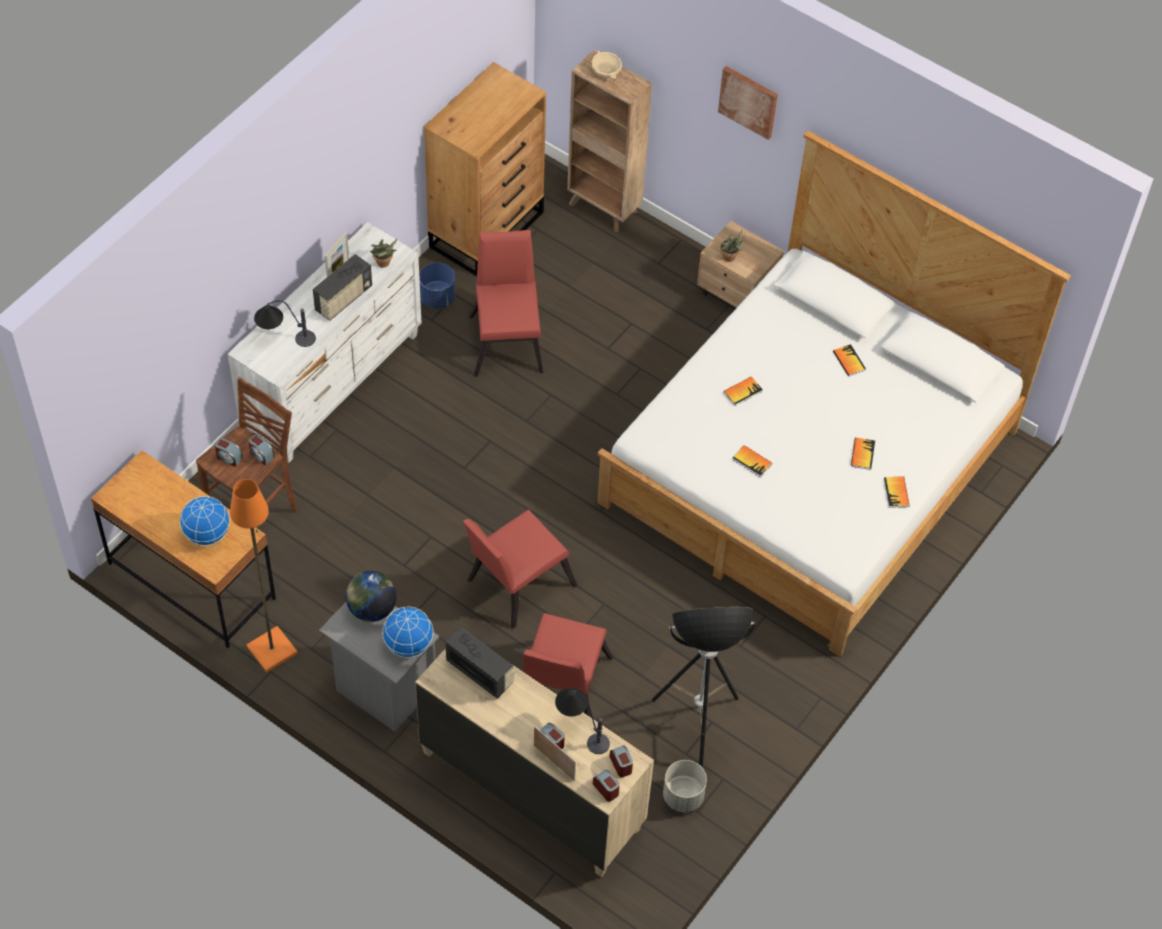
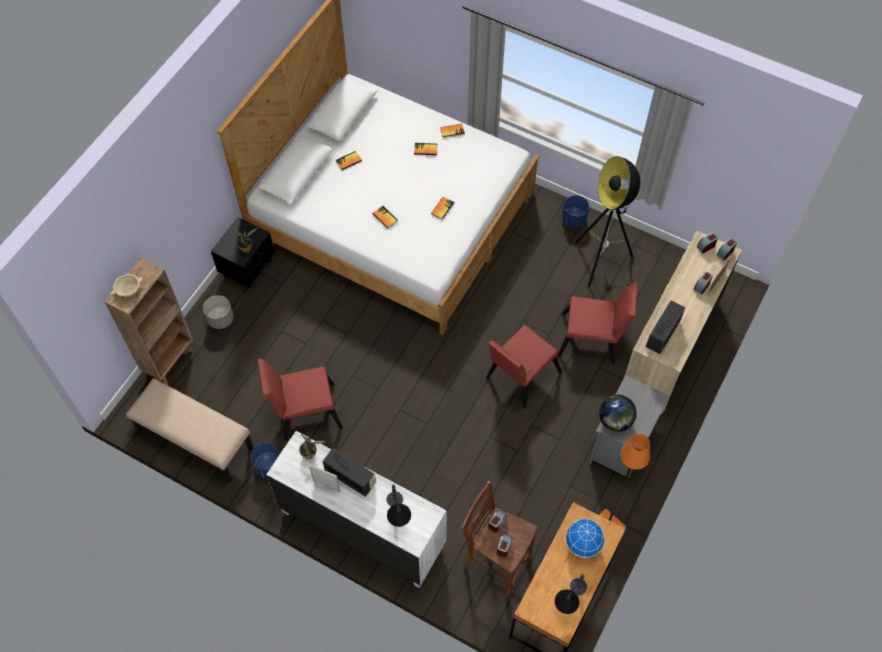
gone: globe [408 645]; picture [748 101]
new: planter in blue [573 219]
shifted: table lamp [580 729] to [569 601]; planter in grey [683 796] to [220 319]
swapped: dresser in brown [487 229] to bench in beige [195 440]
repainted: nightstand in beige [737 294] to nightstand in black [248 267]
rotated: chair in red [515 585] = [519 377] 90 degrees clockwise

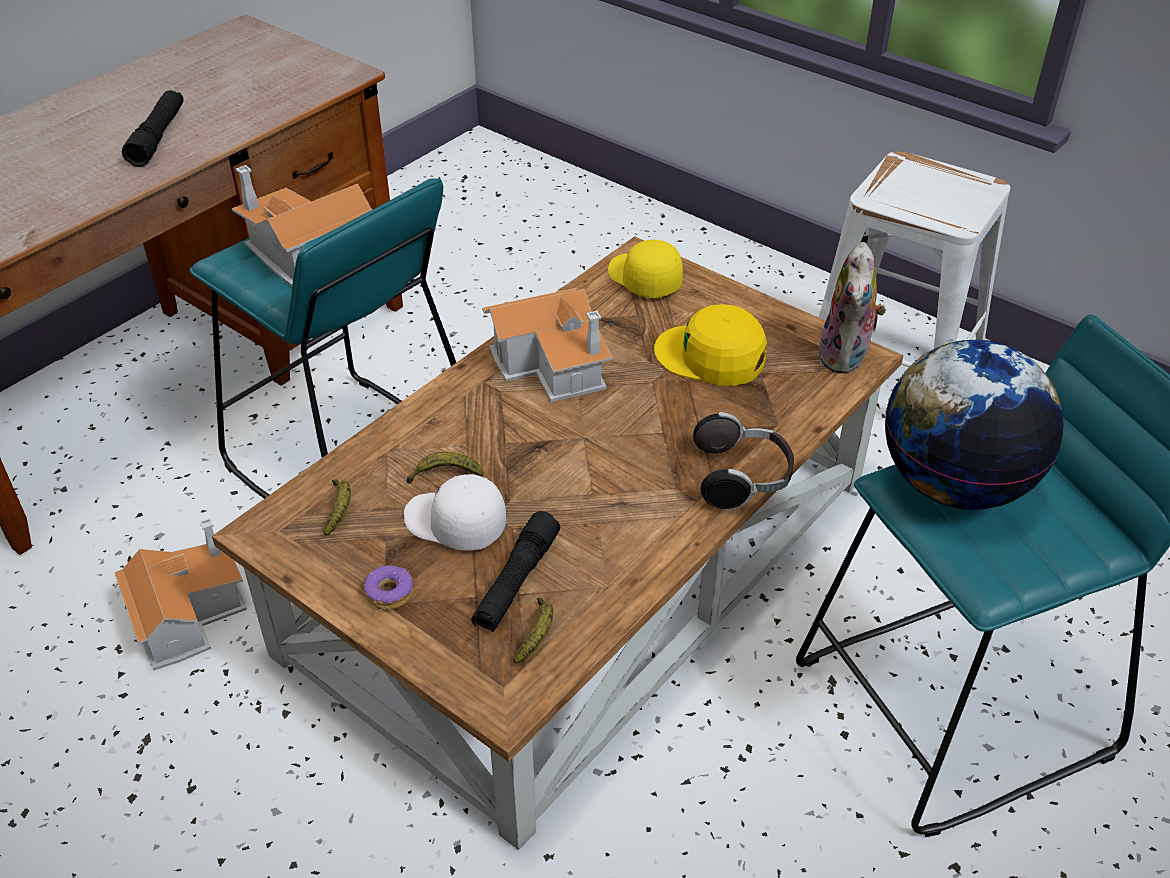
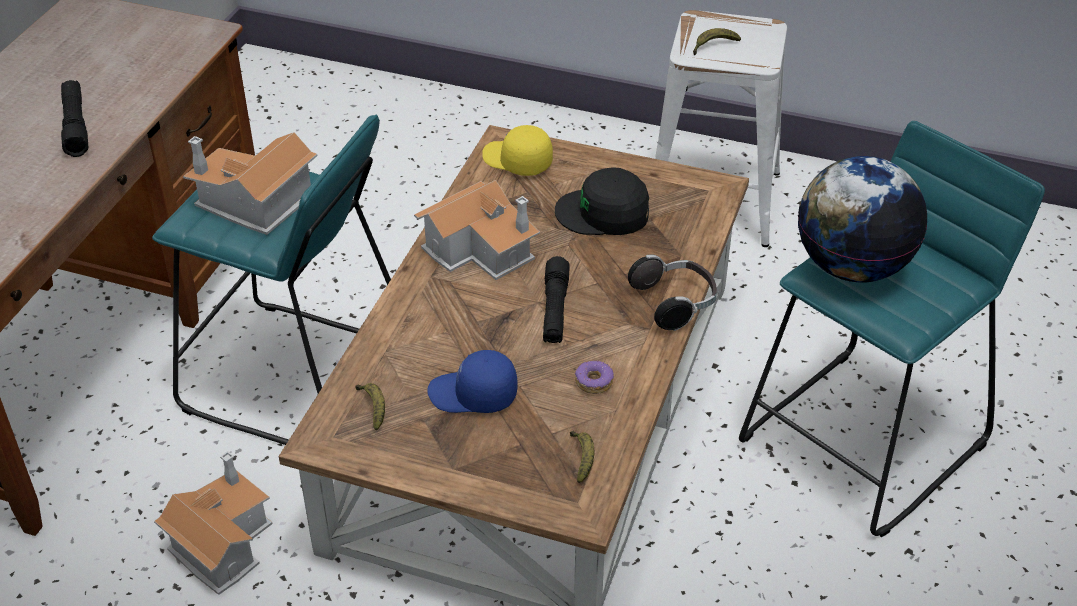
gone: plush toy [846 357]
shifted: donut [389 593] to [593 382]; banana [445 475] to [713 46]; flashlight in black [516 582] to [555 309]
repainted: cap in white [454 525] to cap in blue [473 395]; cap in yellow [711 356] to cap in black [604 213]

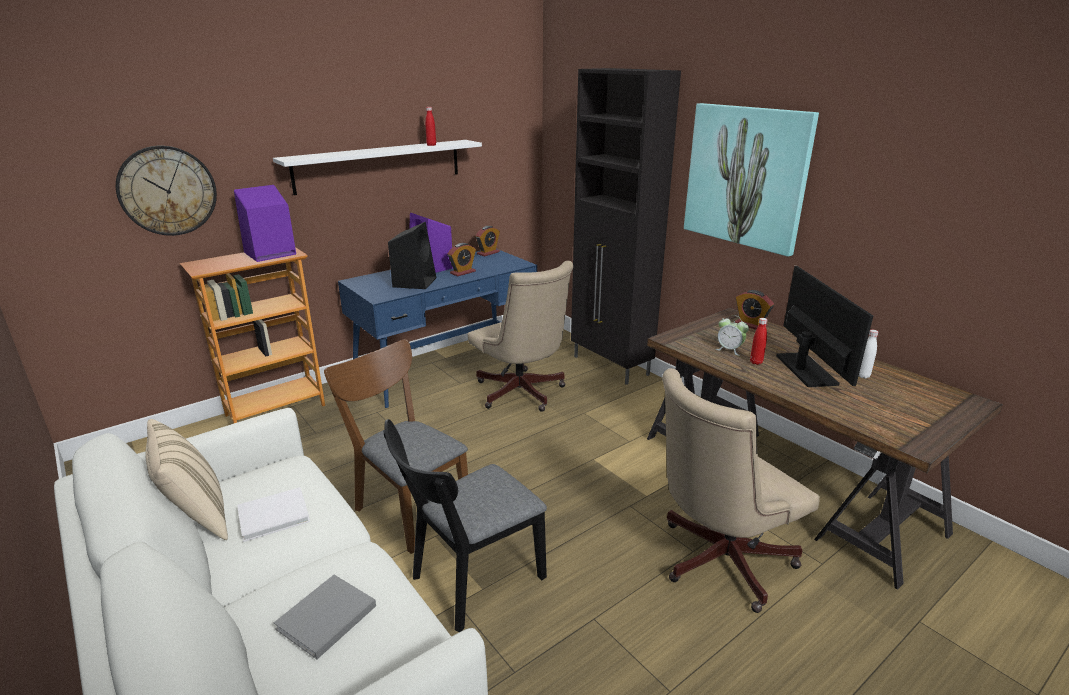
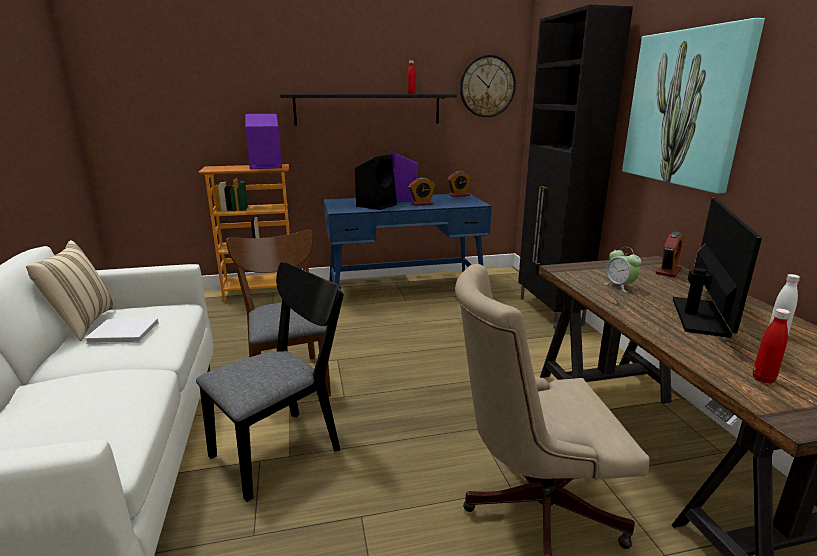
gone: book in grey [324 619]; office chair in beige [522 394]
shifted: wall clock [167 191] to [487 86]; bottle in red [756 362] to [763 379]
repainted: shelf in white [379 166] to shelf in black [368 109]
rotated: chair in black [470 582] = [284 447] 150 degrees clockwise; alarm clock [750 325] = [668 271] 120 degrees counterclockwise

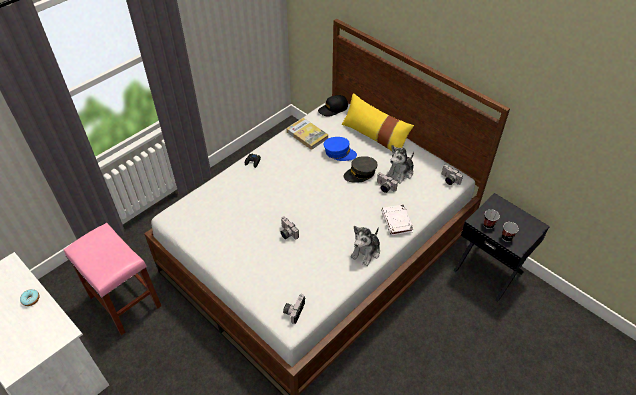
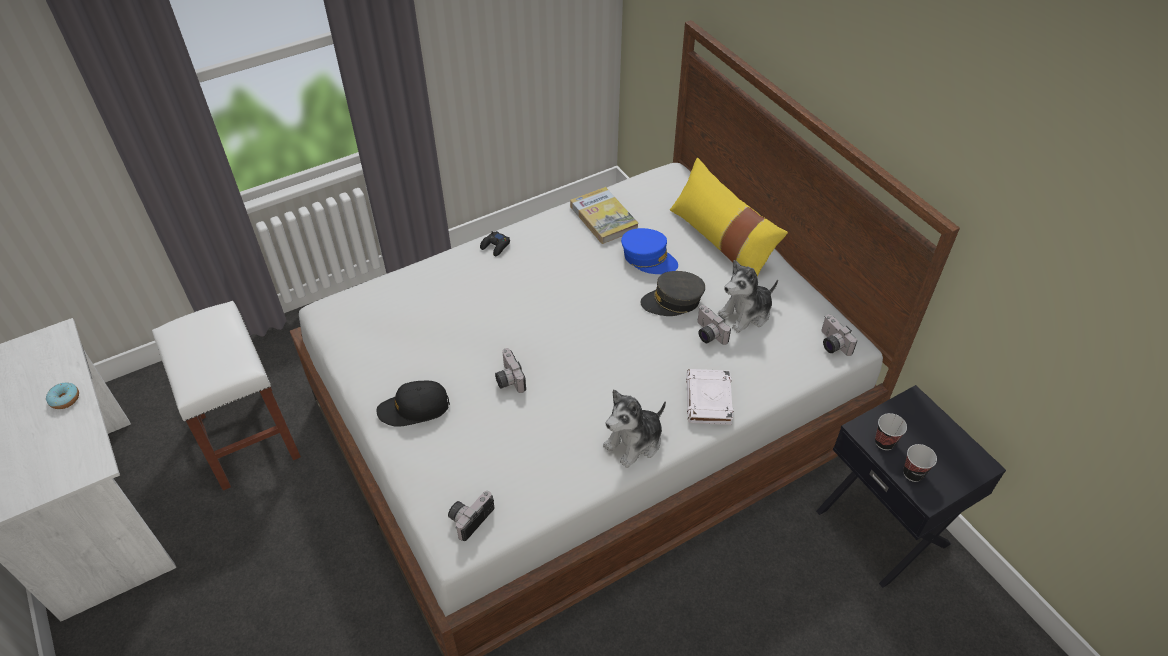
shifted: cap in black [333 109] to [414 408]
repainted: stool in pink [126 301] to stool in white [249 437]

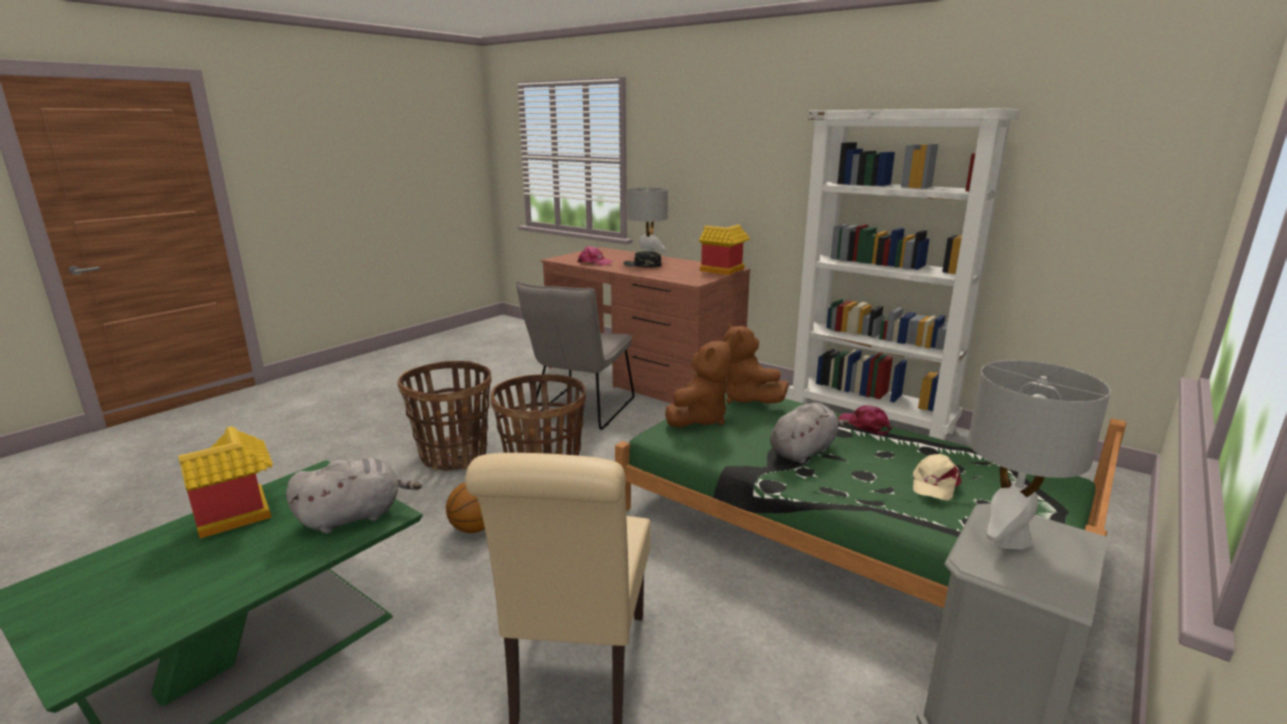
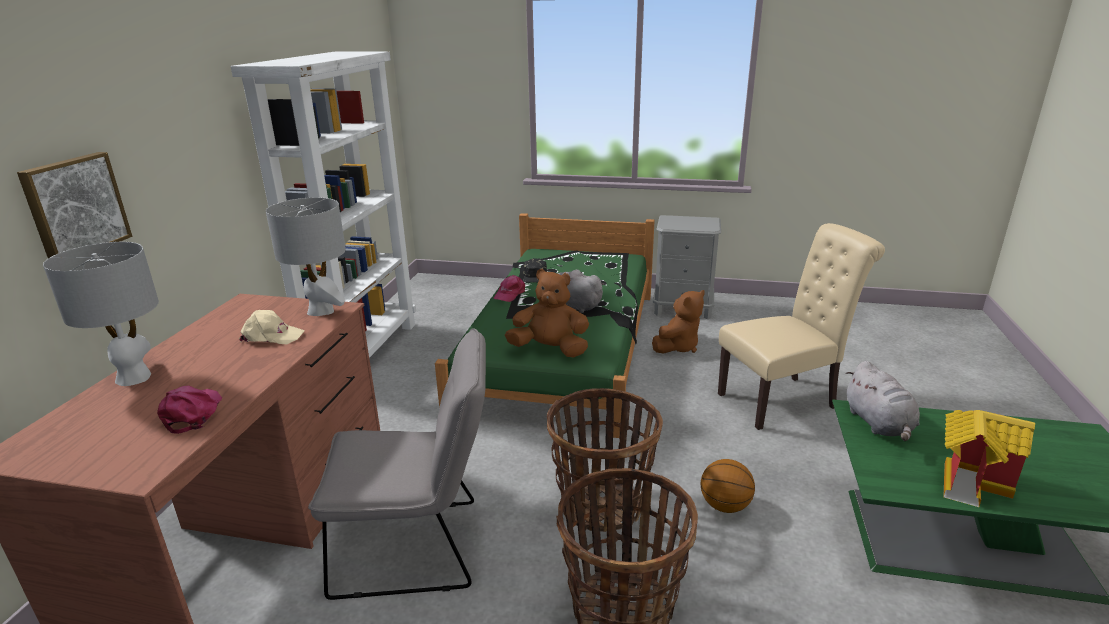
gone: toy house [722 271]
new: picture [75 207]
shifted: cap in black [642 265] to [535 276]; plush toy in brown [748 399] to [677 347]; cap in beige [934 484] to [272 336]; table lamp in grey [1007 538] to [321 311]
rotated: plush toy in grey [355 516] = [879 424] 135 degrees counterclockwise

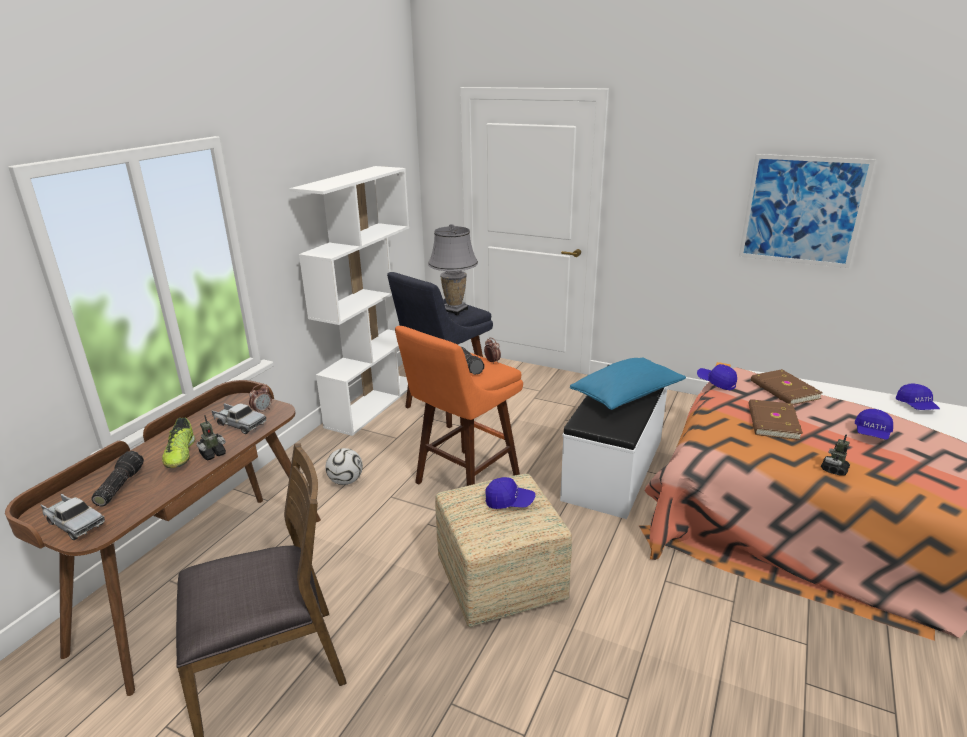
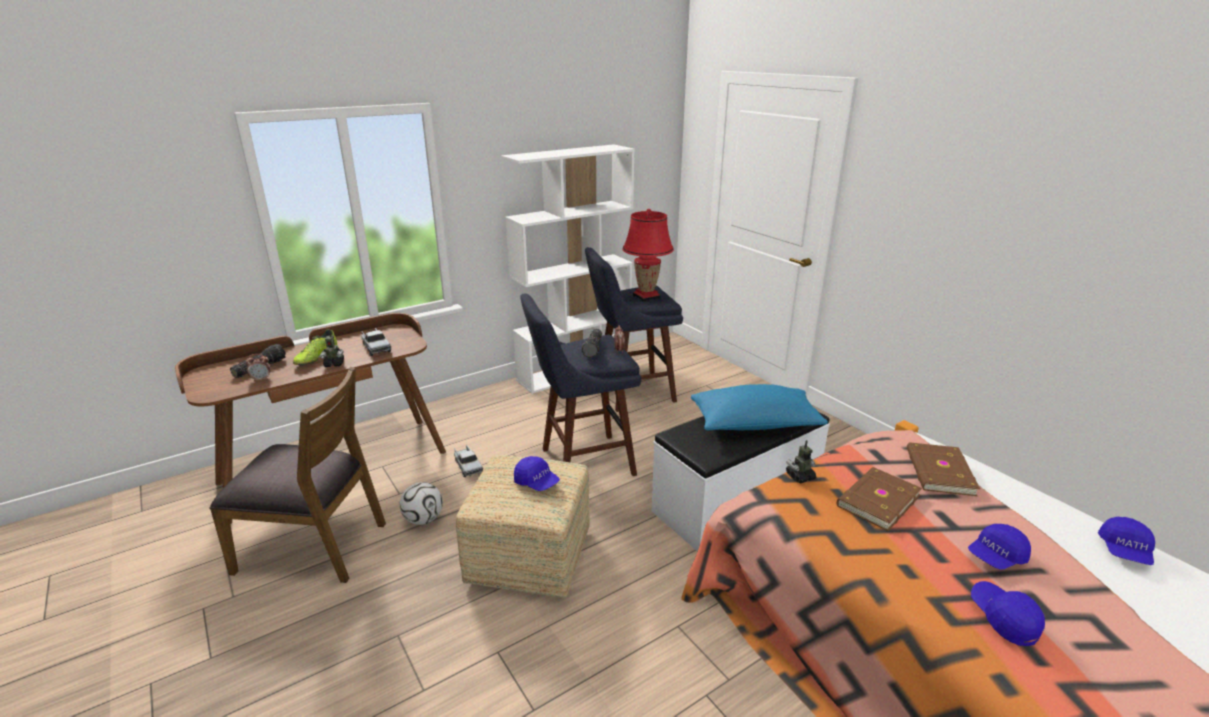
gone: picture [802 210]
shifted: toy truck [74 523] to [467 466]; alarm clock [262 411] to [261 379]; football [346 481] to [423 519]; cap in blue [716 382] to [1003 618]; toy robot [834 469] to [800 477]
repainted: stool in orange [463 482] to stool in blue [581 463]; table lamp in grey [454 310] to table lamp in red [646 297]

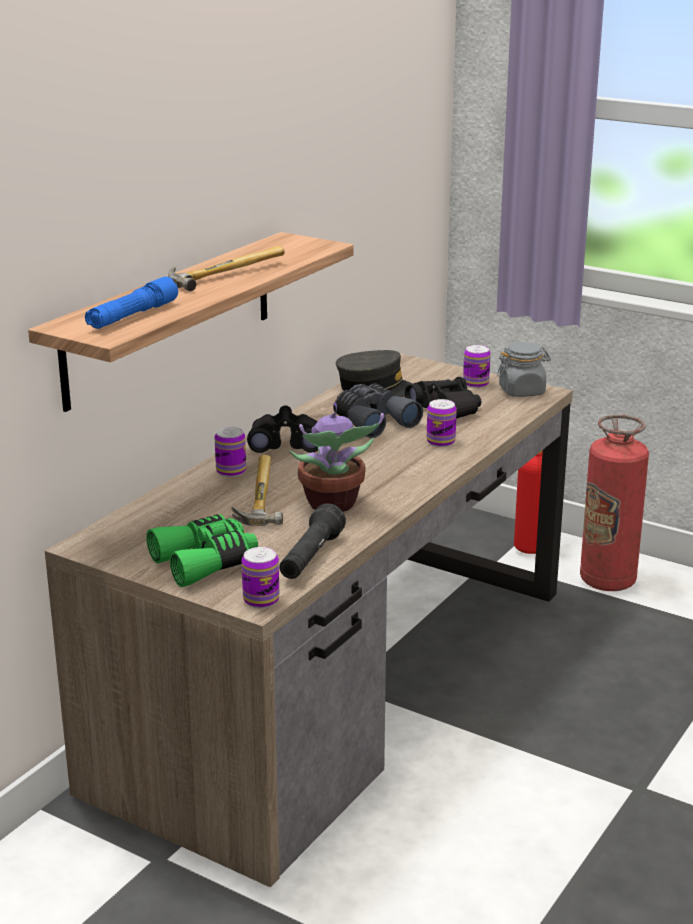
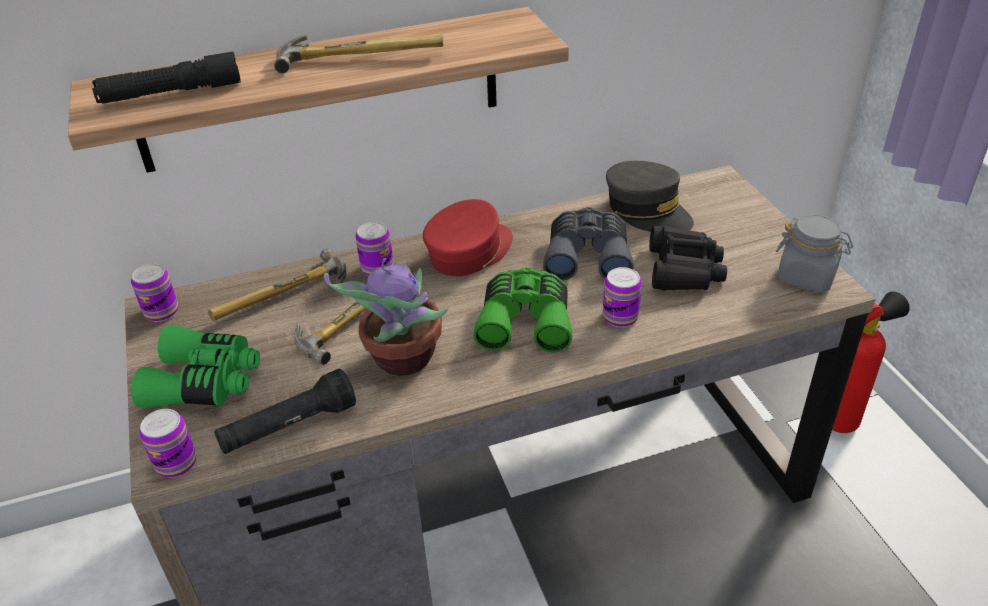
gone: fire extinguisher [607 581]
new: hammer [285 298]; binoculars in green [525 320]
shifted: can [476 383] to [161 312]
swapped: binoculars in black [285 443] to cap in red [469 252]
repainted: flashlight in blue [132 316] to flashlight in black [171 93]

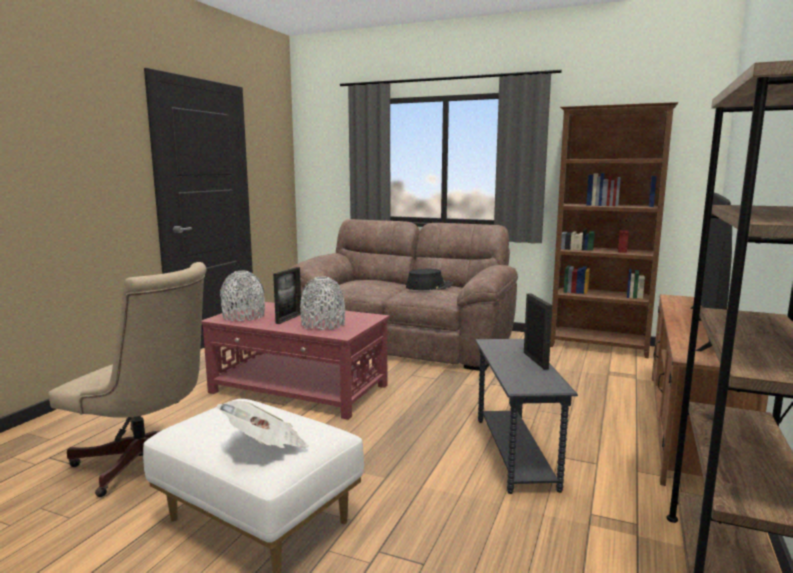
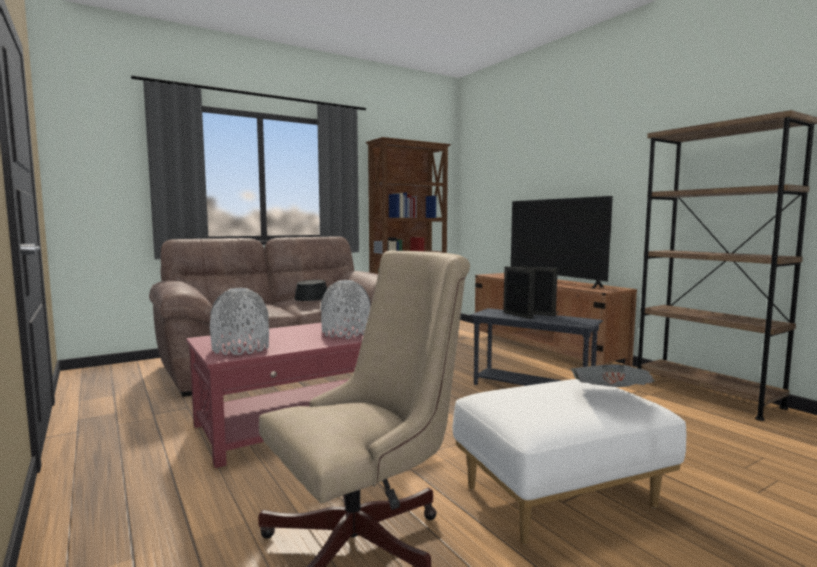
shifted: picture frame [289 318] to [517 315]

